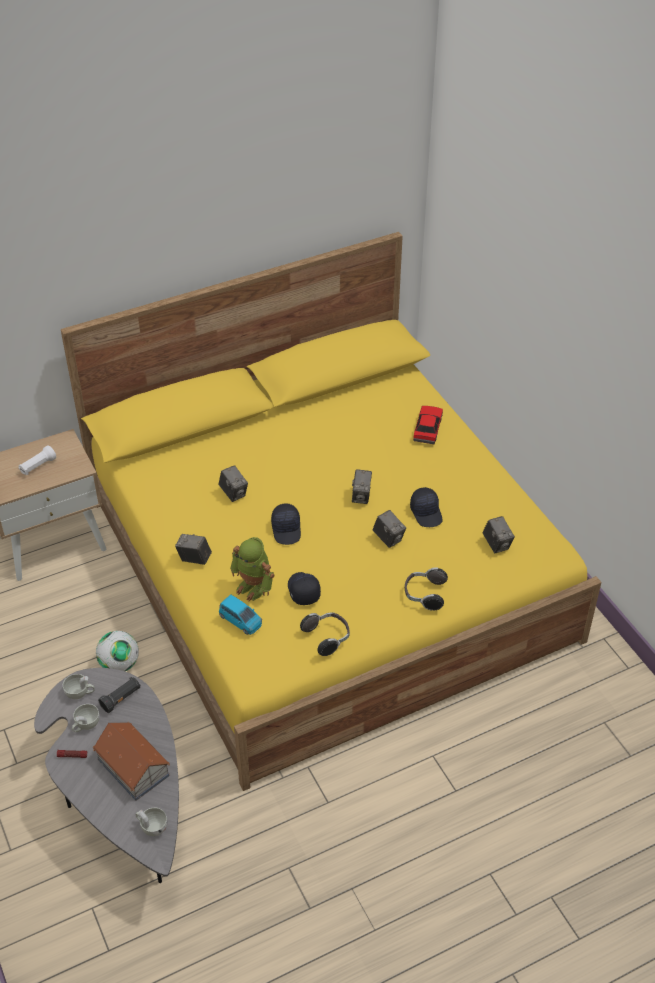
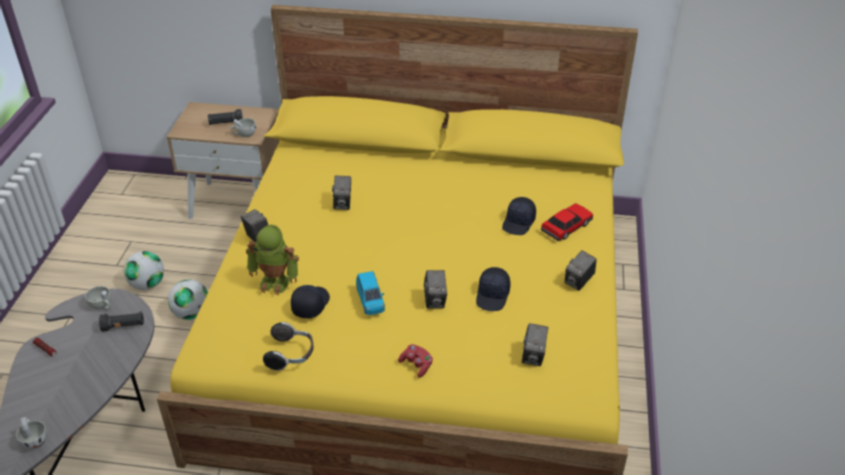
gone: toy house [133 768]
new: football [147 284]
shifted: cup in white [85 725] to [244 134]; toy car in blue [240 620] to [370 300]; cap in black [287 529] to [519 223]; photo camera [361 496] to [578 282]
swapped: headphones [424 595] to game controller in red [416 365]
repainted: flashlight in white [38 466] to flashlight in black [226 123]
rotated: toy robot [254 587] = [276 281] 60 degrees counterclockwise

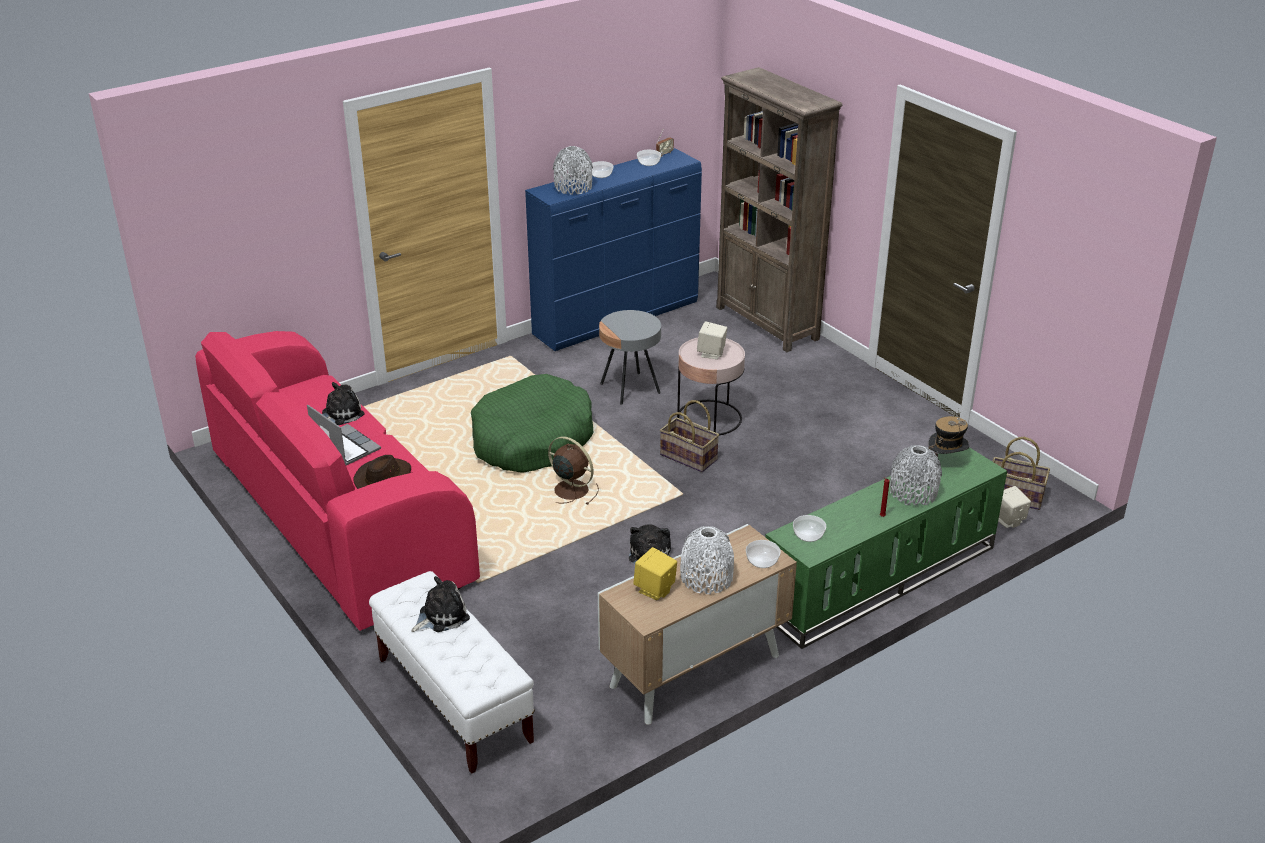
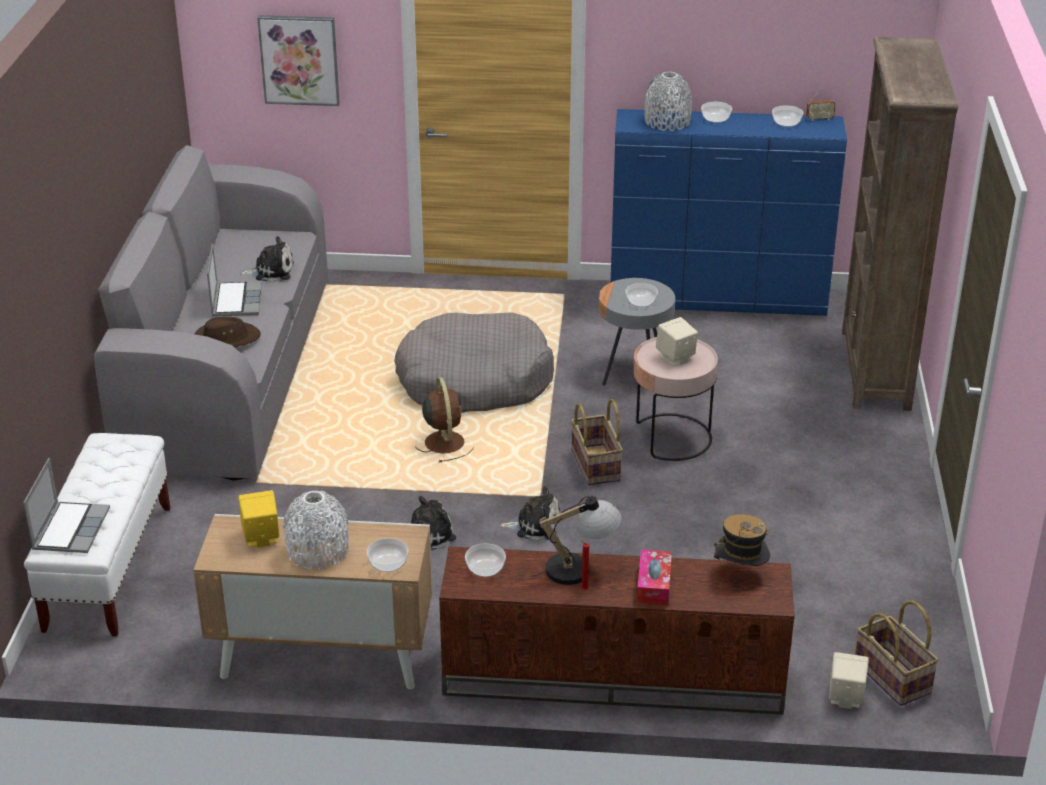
new: laptop [70 529]; picture [299 60]; table lamp [580 568]; bowl [641 302]
shifted: plush toy [441 616] to [535 525]
swapped: vase in grey [913 493] to tissue box [654 584]
repainted: sofa in pink [337 517] to sofa in grey [228 372]; dog bed in green [531 440] to dog bed in grey [474 381]; tv stand in green [880 581] to tv stand in brown [611 678]

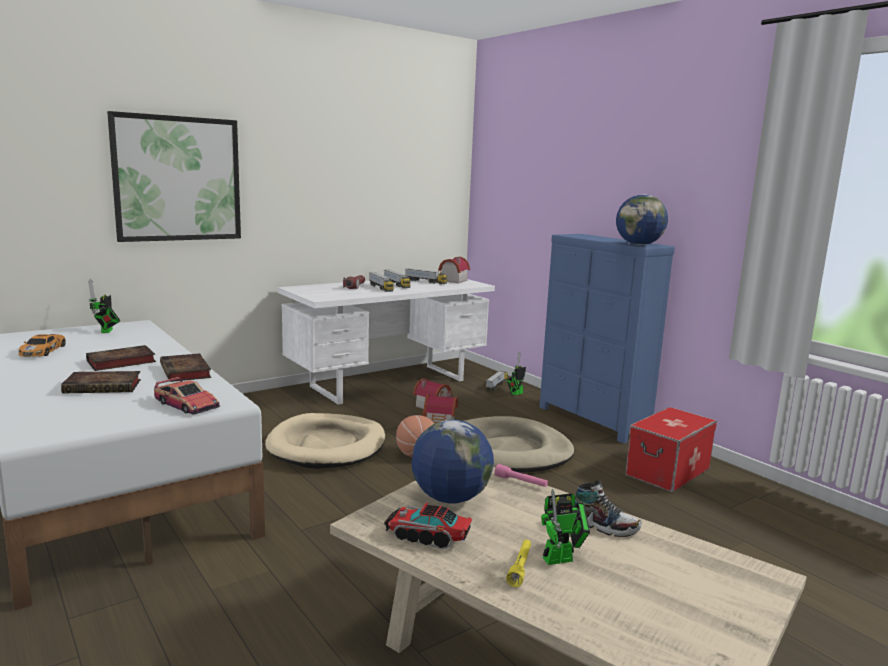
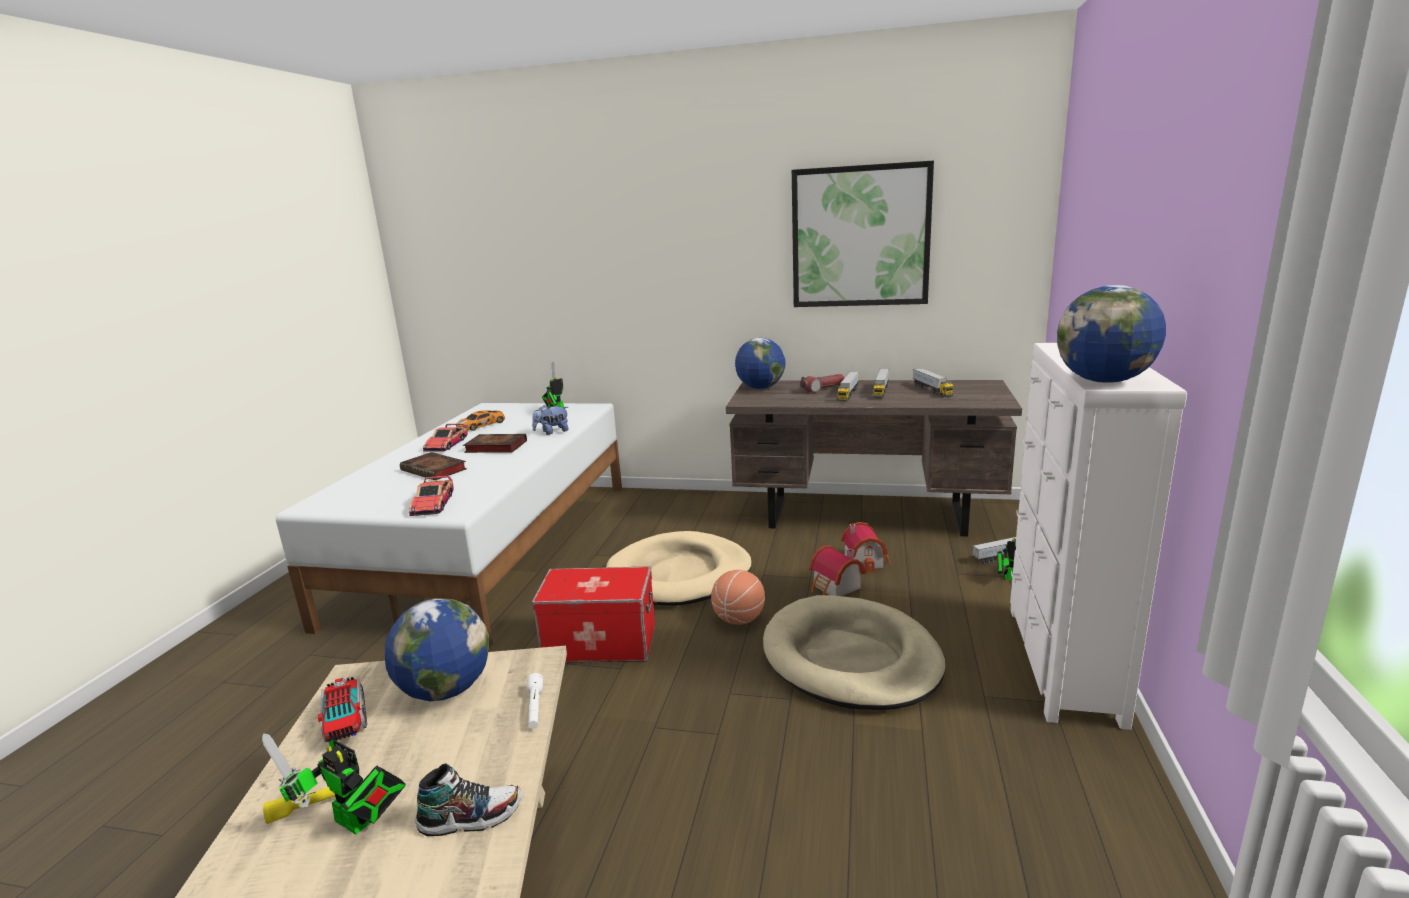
gone: book [186 372]; toy house [451 280]
new: toy car [446 445]; plush toy [552 432]; globe [760 388]
shifted: picture [177 179] to [860 237]; storage box [667 471] to [600 642]
repainted: desk in white [389 383] to desk in brown [867 515]; flashlight in pink [521 482] to flashlight in white [535 708]; dresser in blue [592 421] to dresser in white [1060 663]
rotated: shoe [603 526] = [471 817] 90 degrees counterclockwise

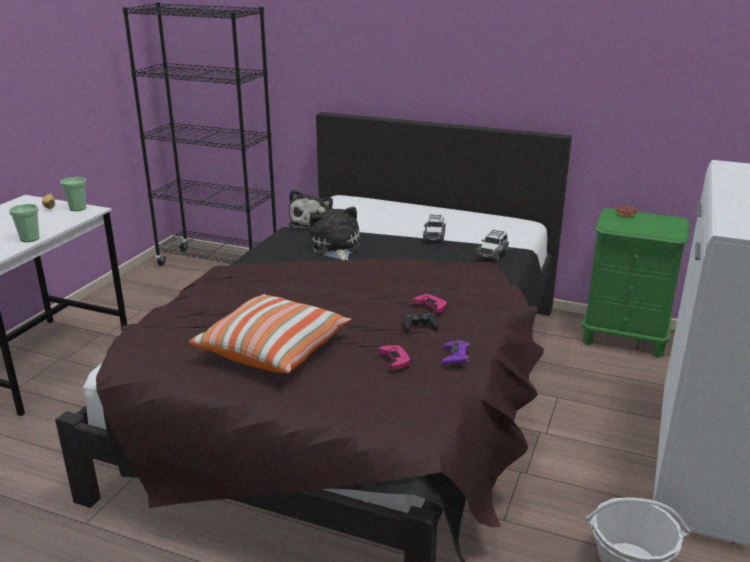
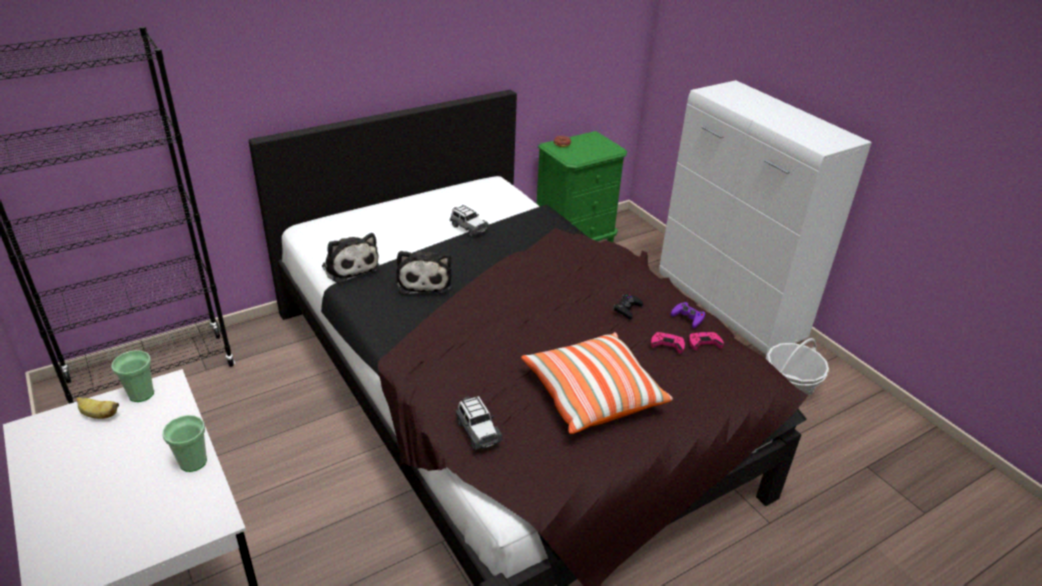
shifted: game controller in pink [430 306] to [704 343]; toy car [492 253] to [477 431]
rotated: plush toy [336 248] = [424 281] 120 degrees counterclockwise

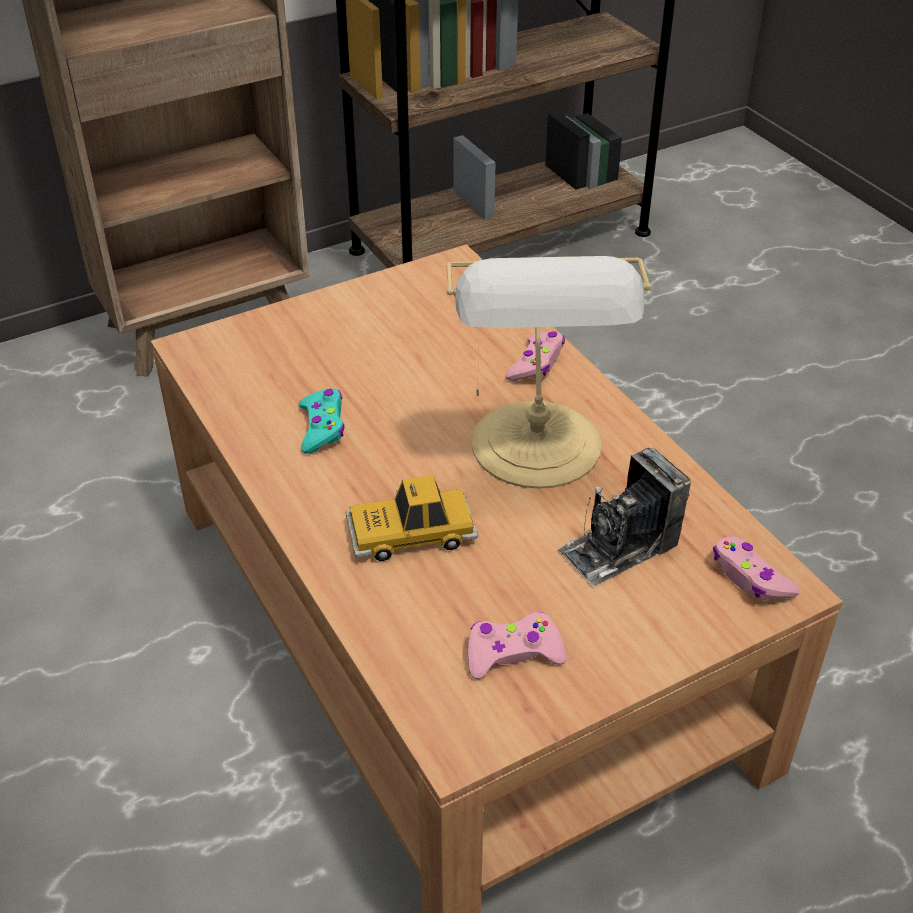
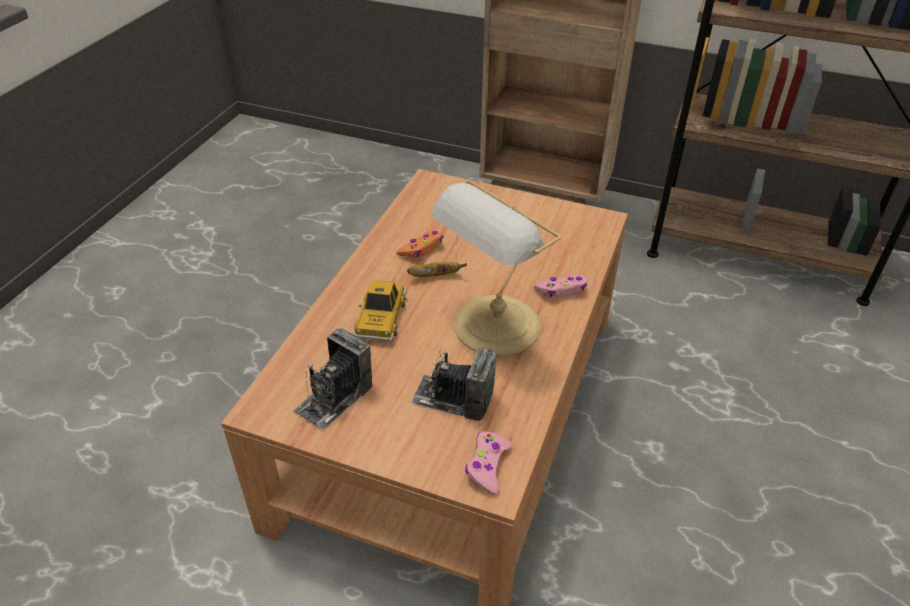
new: banana [436 276]
swapped: game controller in pink [513 653] to photo camera [334 398]
repainted: game controller in turquoise [322 427] to game controller in orange [422 249]
rotated: toy car [411 533] = [381 318] 120 degrees counterclockwise

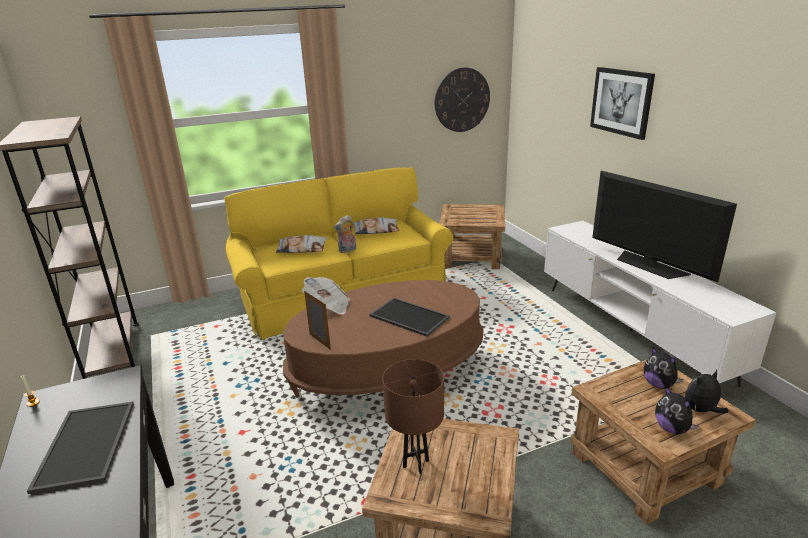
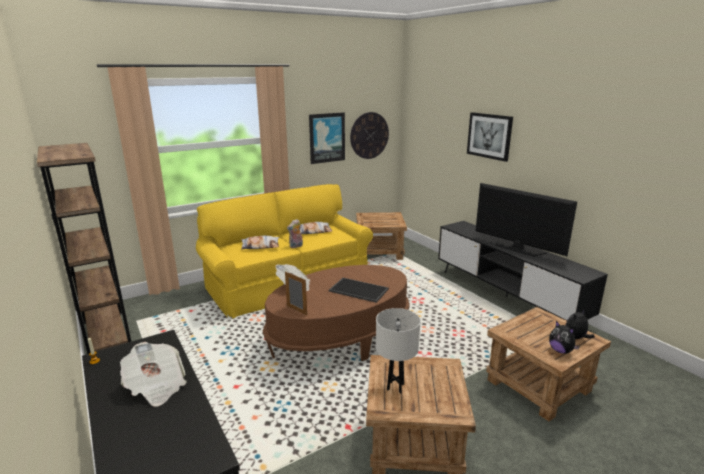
gone: plush toy [659 384]
new: picture [327 138]
swapped: tray [87 445] to newspaper [156 386]
repainted: table lamp in brown [415 464] to table lamp in white [395 387]; tv stand in white [631 331] to tv stand in black [506 297]

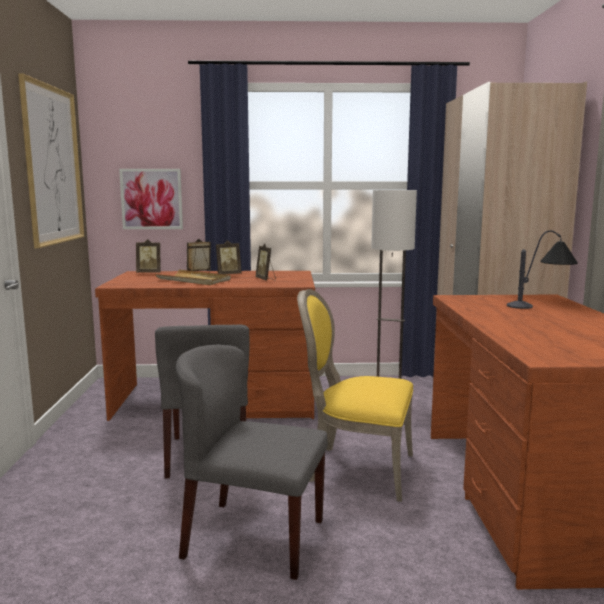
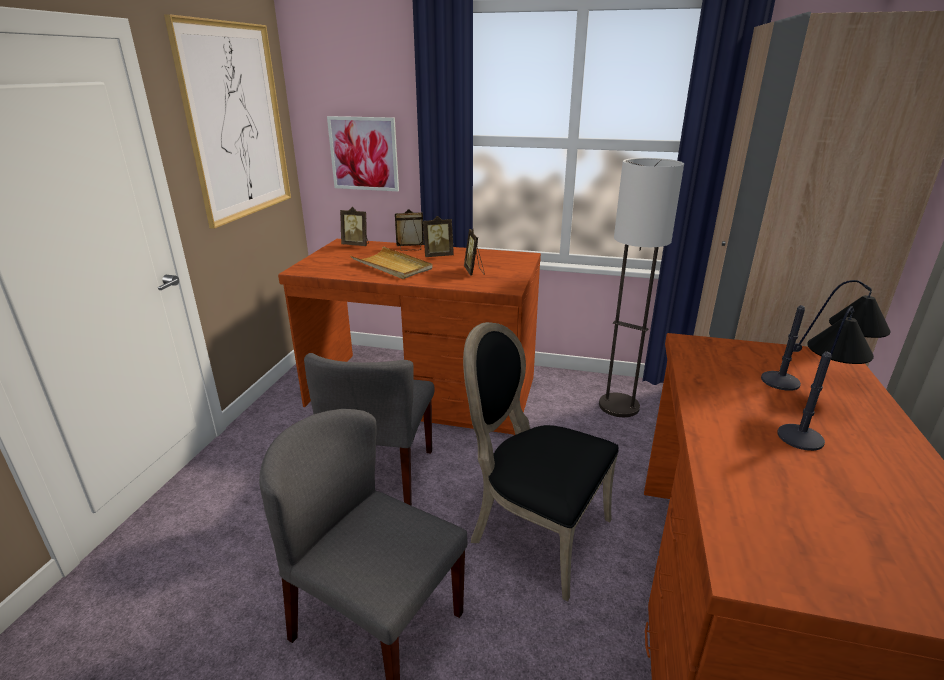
new: table lamp [812 419]
repainted: chair in yellow [356 469] to chair in black [534 532]

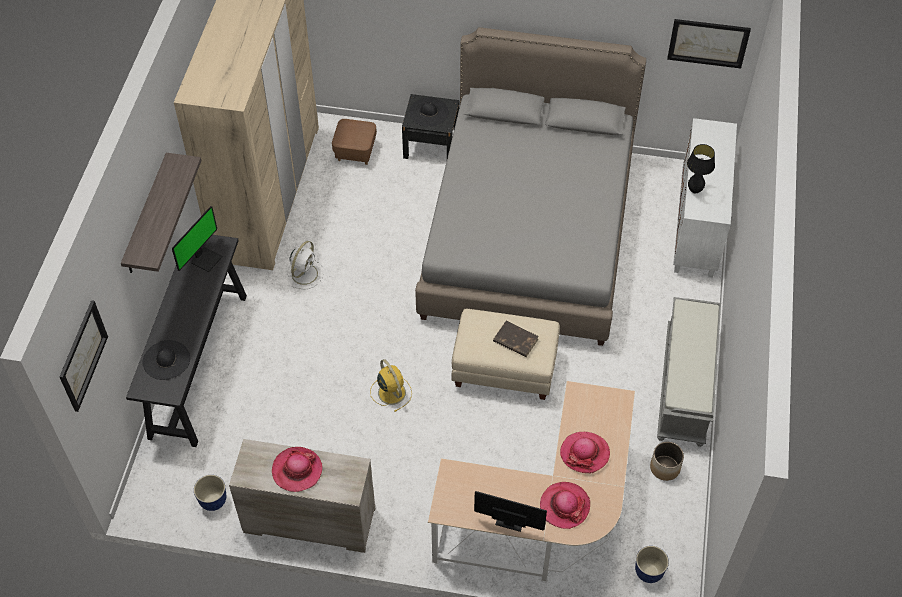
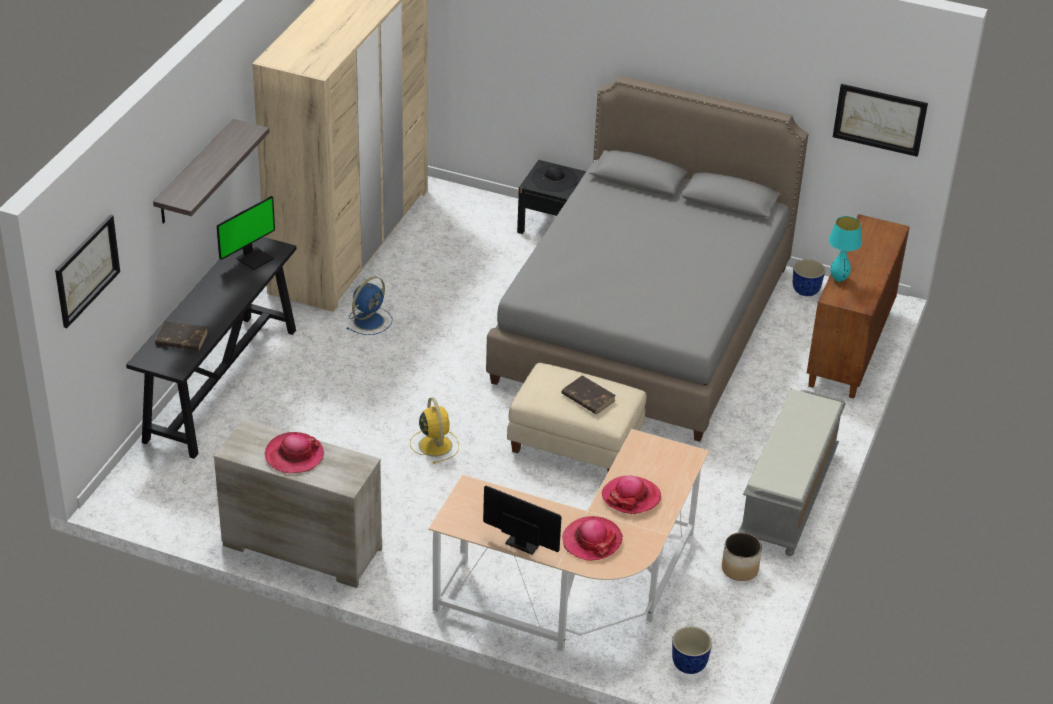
gone: ottoman in brown [355 152]
shifted: planter [213 501] to [805 290]
swapped: hat in black [166 360] to book in brown [181 339]
repainted: fan in white [305 273] to fan in blue [370 320]; cabinet in white [698 227] to cabinet in brown [850 348]; table lamp in black [694 190] to table lamp in turquoise [838 279]

